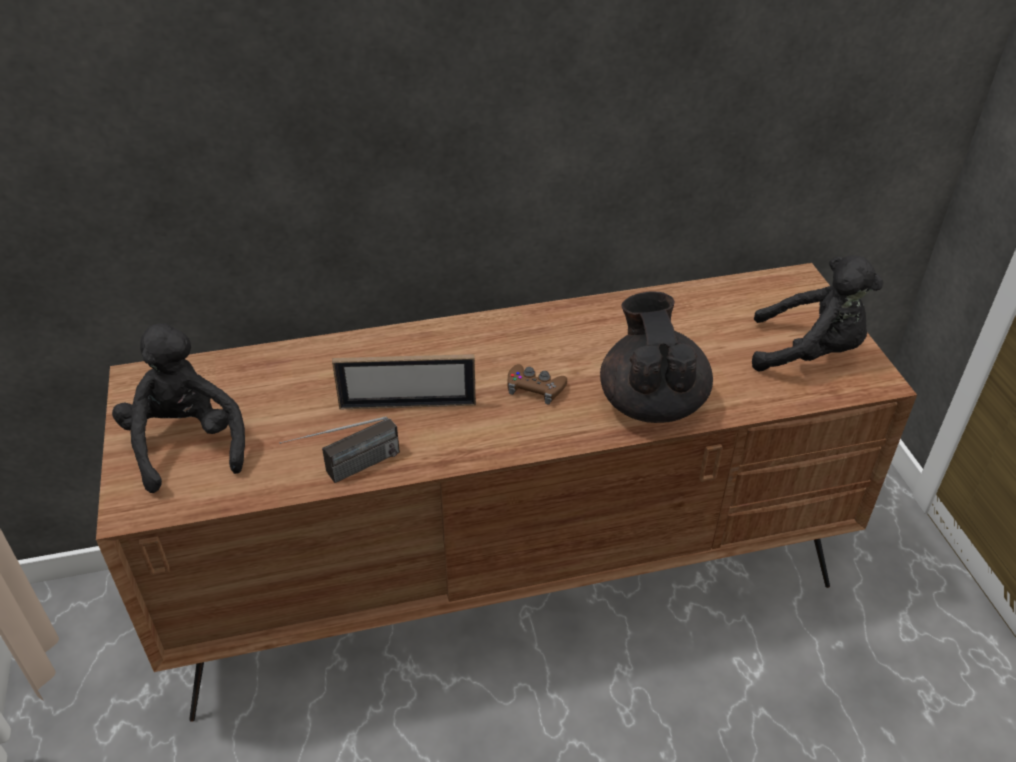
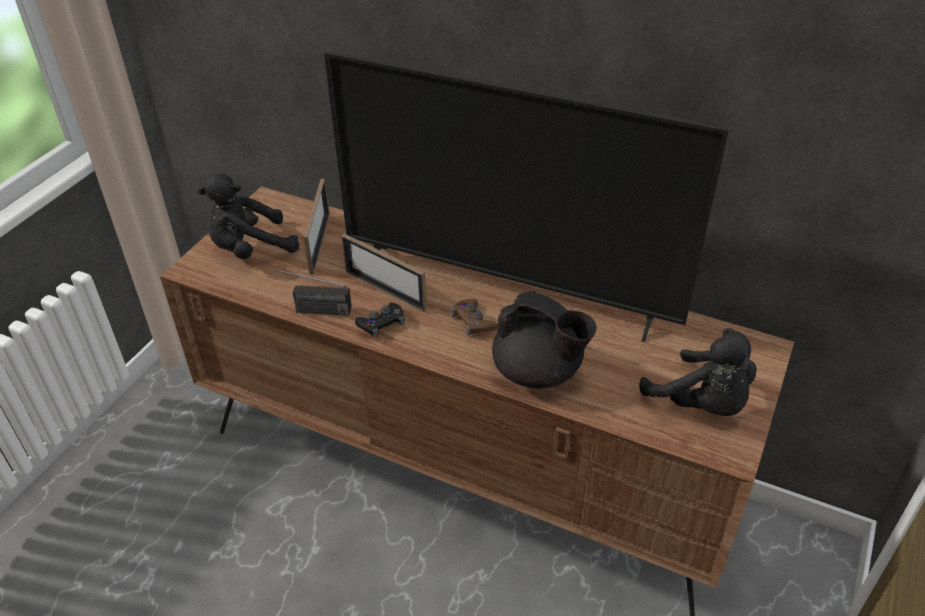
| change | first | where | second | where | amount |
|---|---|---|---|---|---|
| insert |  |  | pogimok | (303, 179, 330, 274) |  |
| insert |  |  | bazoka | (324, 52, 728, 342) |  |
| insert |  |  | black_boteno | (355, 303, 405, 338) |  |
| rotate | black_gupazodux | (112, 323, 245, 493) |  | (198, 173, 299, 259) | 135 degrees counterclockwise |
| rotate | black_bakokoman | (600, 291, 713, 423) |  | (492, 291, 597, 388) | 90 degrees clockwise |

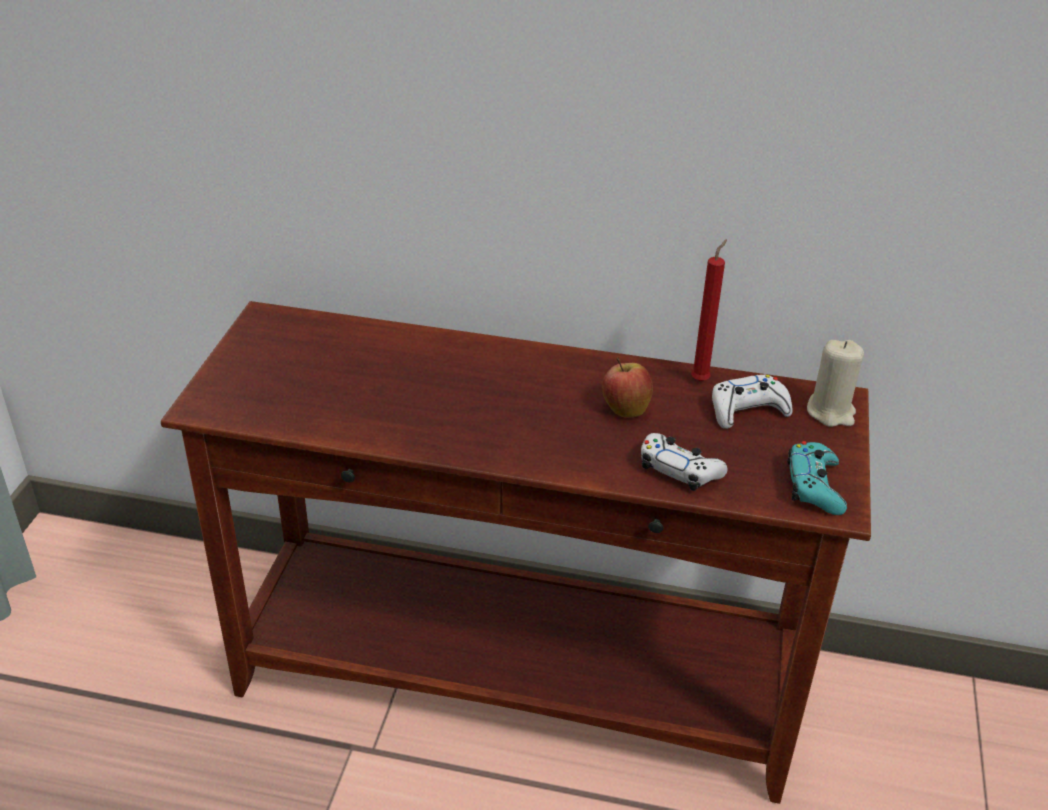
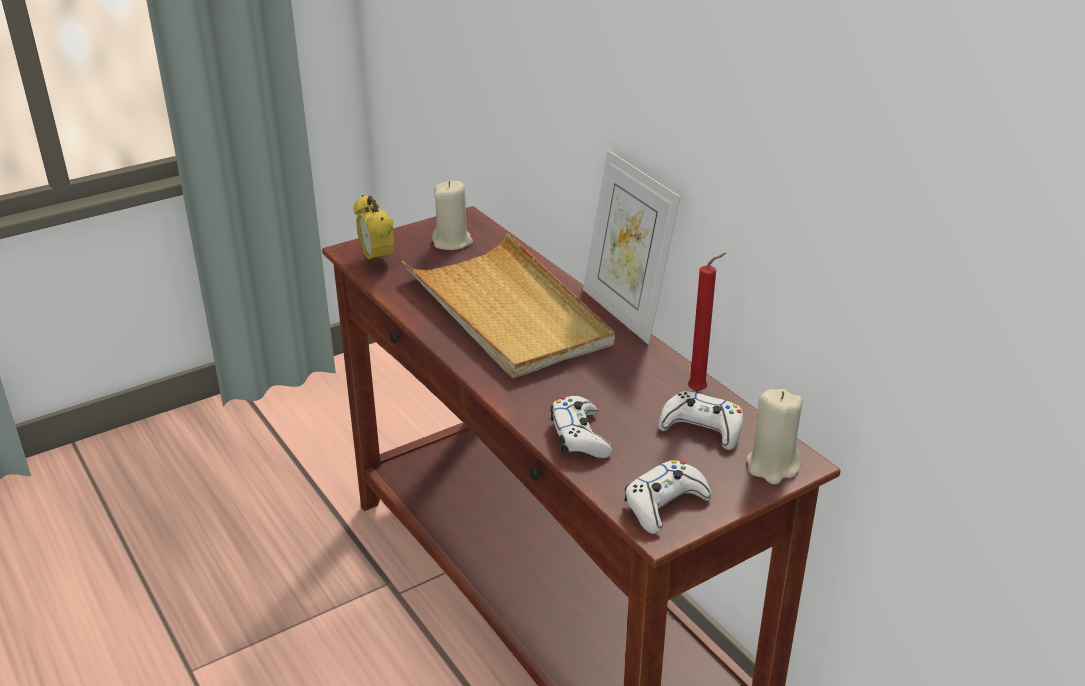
| change | first | where | second | where | amount |
|---|---|---|---|---|---|
| delete | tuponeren | (602, 358, 653, 417) |  |  |  |
| insert |  |  | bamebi | (353, 195, 395, 267) |  |
| insert |  |  | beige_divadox | (402, 233, 615, 378) |  |
| insert |  |  | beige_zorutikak | (432, 181, 473, 250) |  |
| insert |  |  | pogimok | (583, 150, 681, 344) |  |
| recolor | turquoise_boteno | (787, 441, 847, 515) | white_boteno | (624, 460, 712, 534) |  |

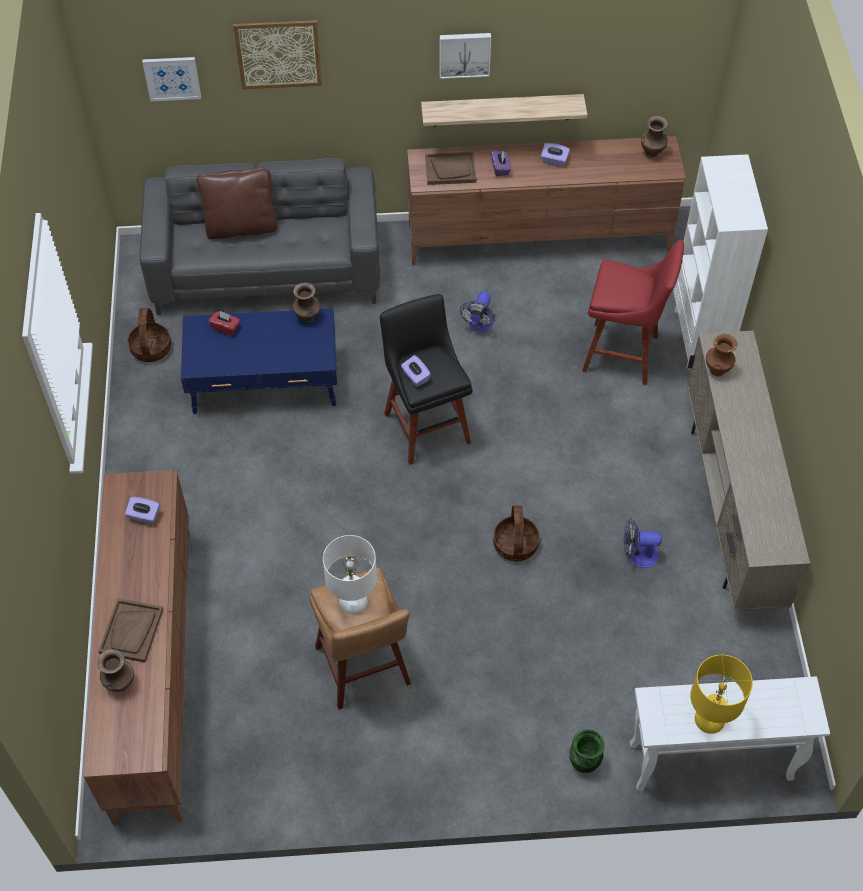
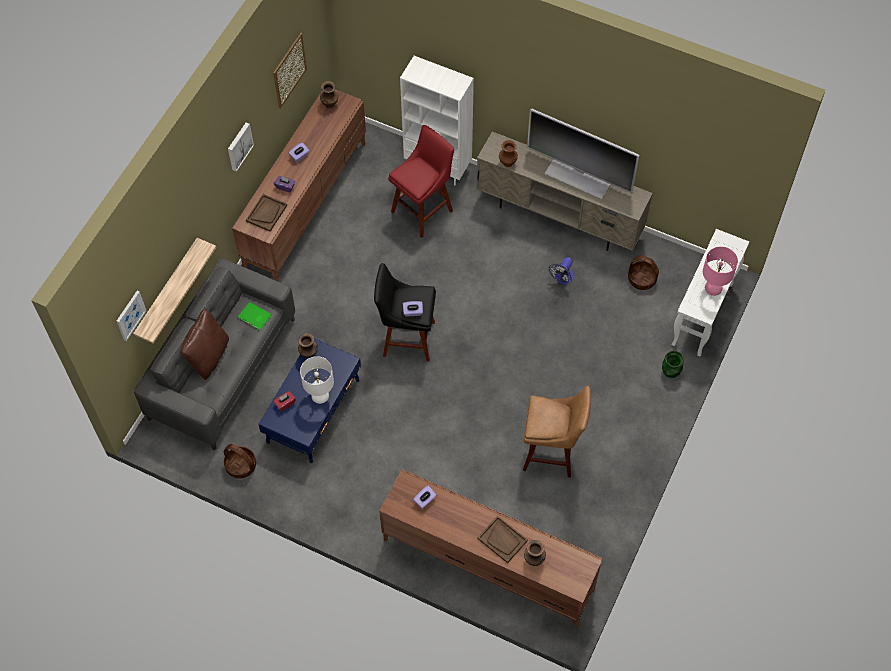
| change | first | where | second | where | amount |
|---|---|---|---|---|---|
| delete | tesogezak | (460, 291, 495, 332) |  |  |  |
| insert |  |  | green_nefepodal | (238, 302, 272, 330) |  |
| insert |  |  | bazoka | (527, 109, 639, 199) |  |
| move | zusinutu | (233, 20, 322, 90) |  | (273, 33, 307, 109) |  |
| move | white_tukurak | (323, 535, 377, 614) |  | (300, 356, 334, 404) |  |
| move | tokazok | (421, 94, 587, 127) |  | (133, 238, 217, 344) |  |
| move | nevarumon | (493, 505, 540, 562) |  | (628, 255, 659, 290) |  |
| recolor | yellow_tukurak | (690, 655, 753, 734) | pink_tukurak | (703, 247, 738, 296) |  |

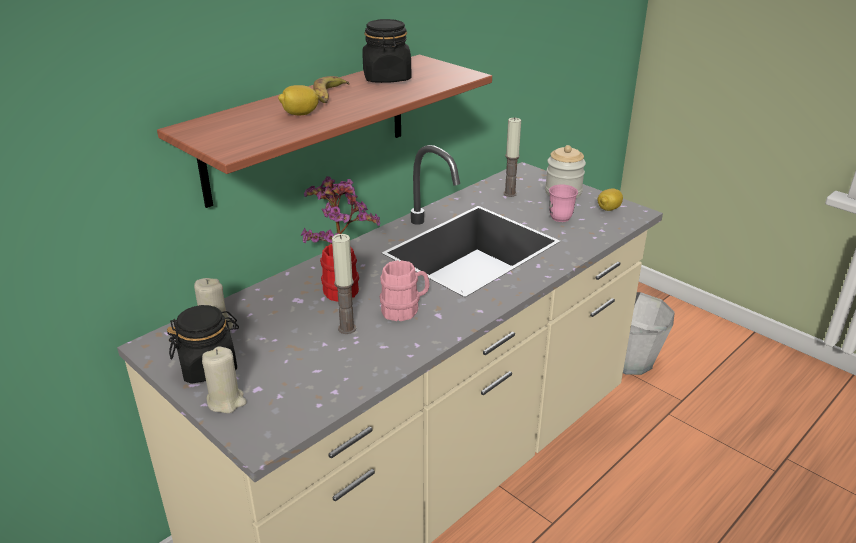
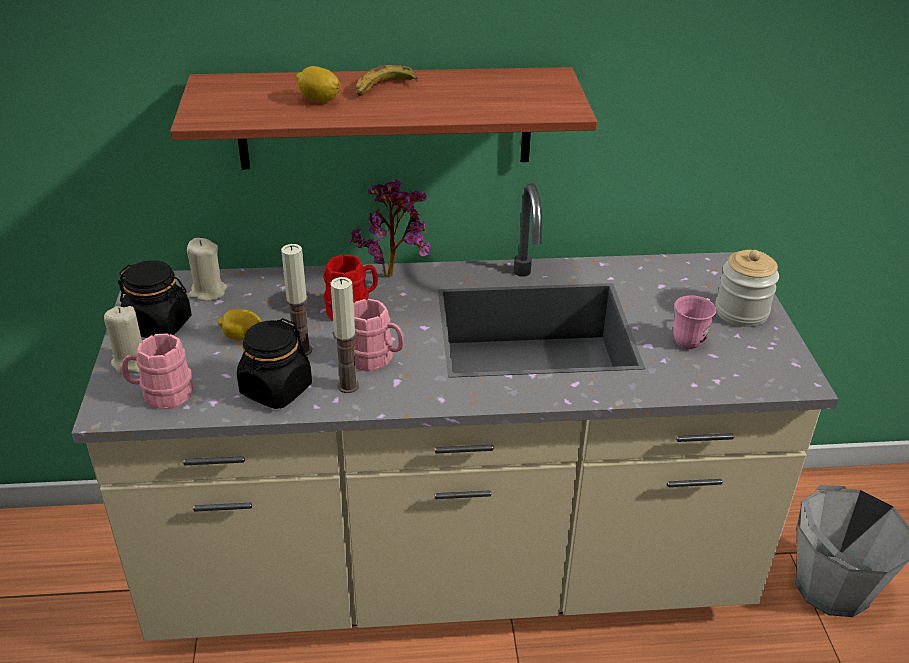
| change | first | where | second | where | amount |
|---|---|---|---|---|---|
| insert |  |  | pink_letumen | (122, 333, 193, 410) |  |
| move | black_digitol | (362, 19, 411, 83) |  | (237, 318, 312, 409) |  |
| move | zorutikak | (503, 117, 521, 197) |  | (330, 277, 359, 393) |  |
| move | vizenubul | (597, 188, 623, 211) |  | (218, 309, 262, 340) |  |

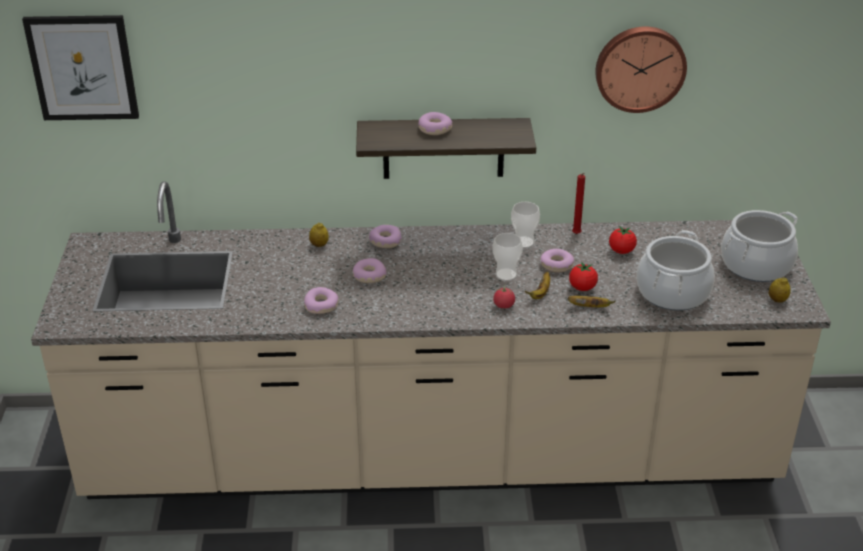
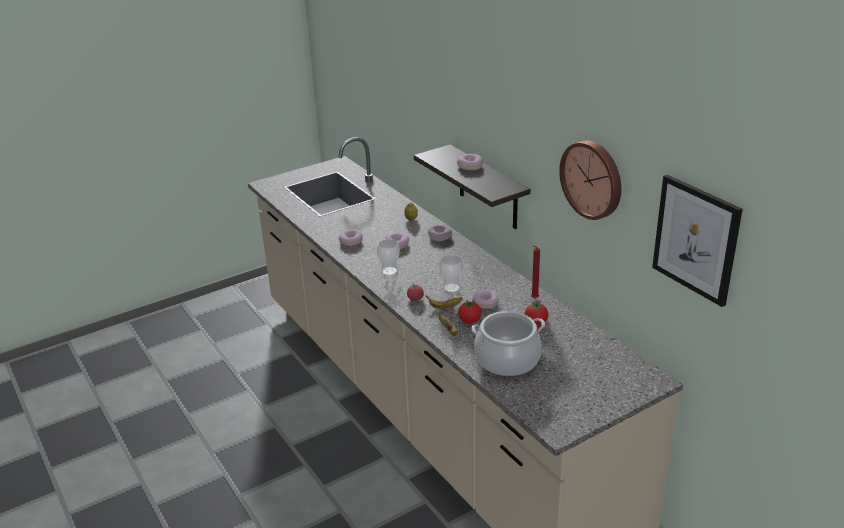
| change | first | where | second | where | amount |
|---|---|---|---|---|---|
| delete | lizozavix | (721, 210, 798, 282) |  |  |  |
| delete | vizenubul | (769, 277, 791, 302) |  |  |  |
| move | zusinutu | (22, 15, 139, 120) |  | (652, 175, 743, 307) |  |
| move | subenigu | (511, 202, 540, 248) |  | (377, 239, 400, 276) |  |

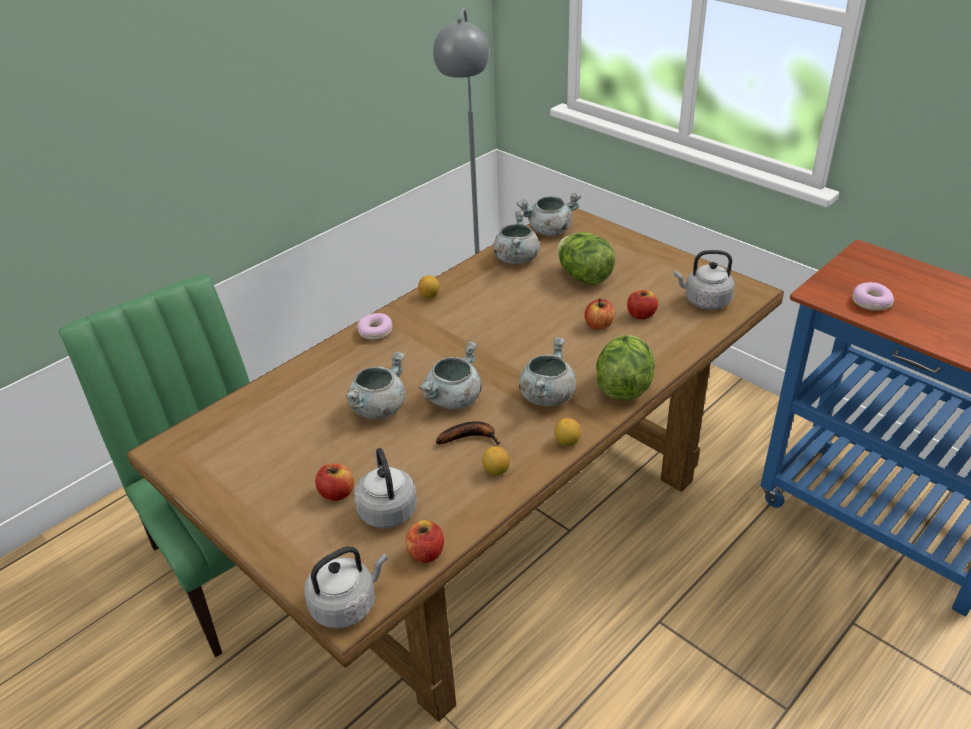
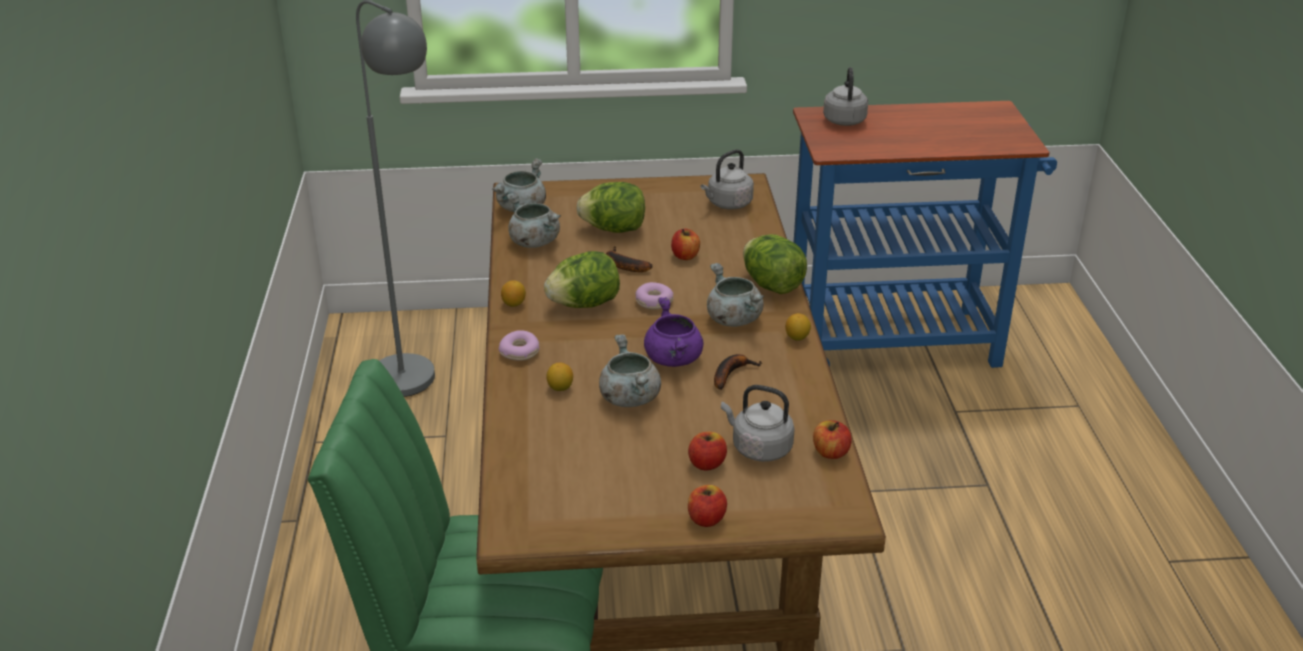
| change | first | where | second | where | amount |
|---|---|---|---|---|---|
| insert |  |  | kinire | (544, 251, 620, 308) |  |
| insert |  |  | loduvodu | (606, 246, 652, 272) |  |
| move | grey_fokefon | (304, 546, 388, 628) |  | (823, 67, 868, 126) |  |
| move | vizenubul | (482, 446, 510, 476) |  | (546, 363, 573, 391) |  |
| move | tuponeren | (627, 290, 658, 319) |  | (688, 485, 727, 527) |  |
| move | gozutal | (852, 282, 894, 311) |  | (635, 282, 674, 310) |  |
| recolor | grey_lizozavix | (418, 341, 482, 409) | purple_lizozavix | (644, 297, 703, 367) |  |

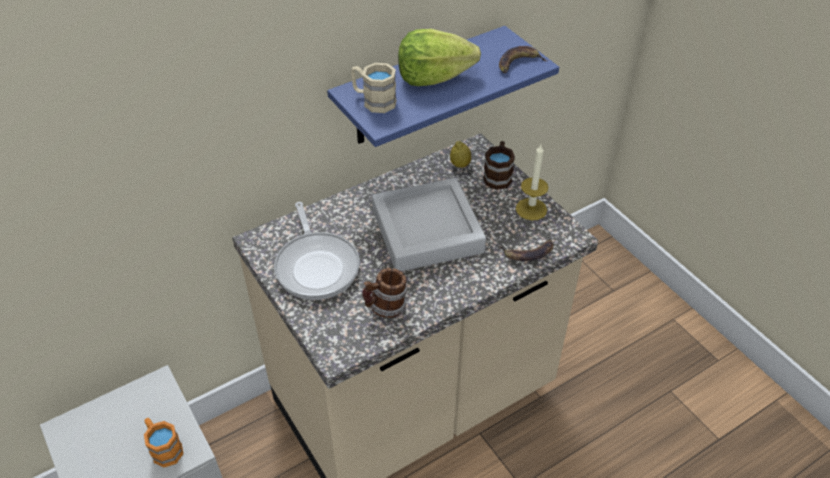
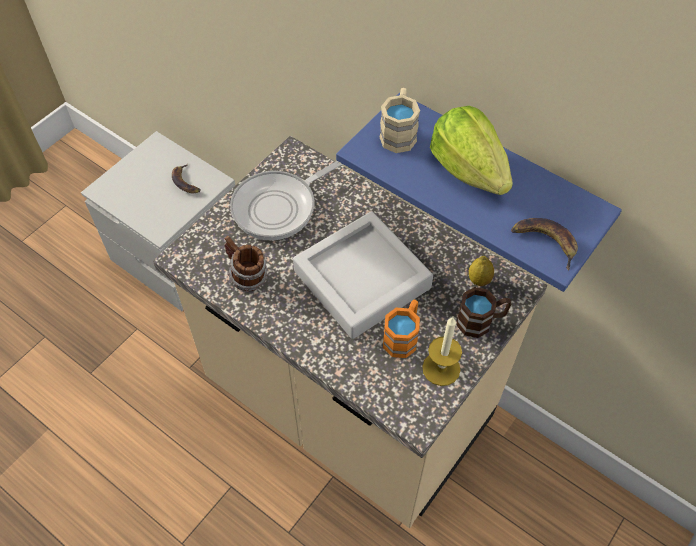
| change | first | where | second | where | amount |
|---|---|---|---|---|---|
| move | orange_letumen | (144, 418, 184, 467) |  | (383, 300, 420, 358) |  |
| move | loduvodu | (499, 239, 554, 261) |  | (172, 163, 201, 193) |  |

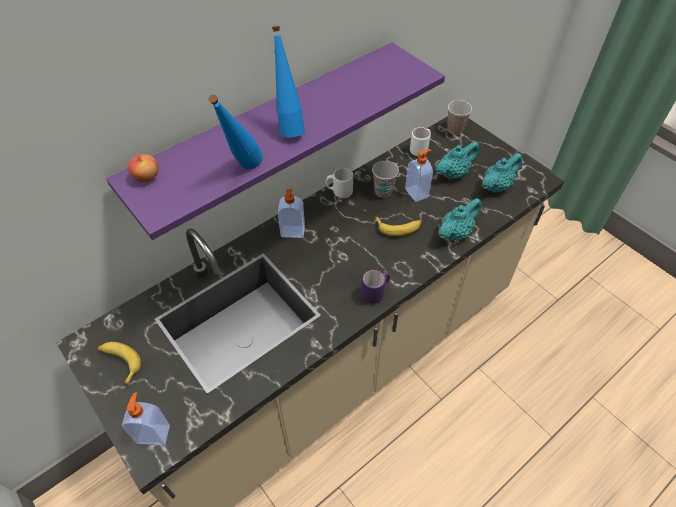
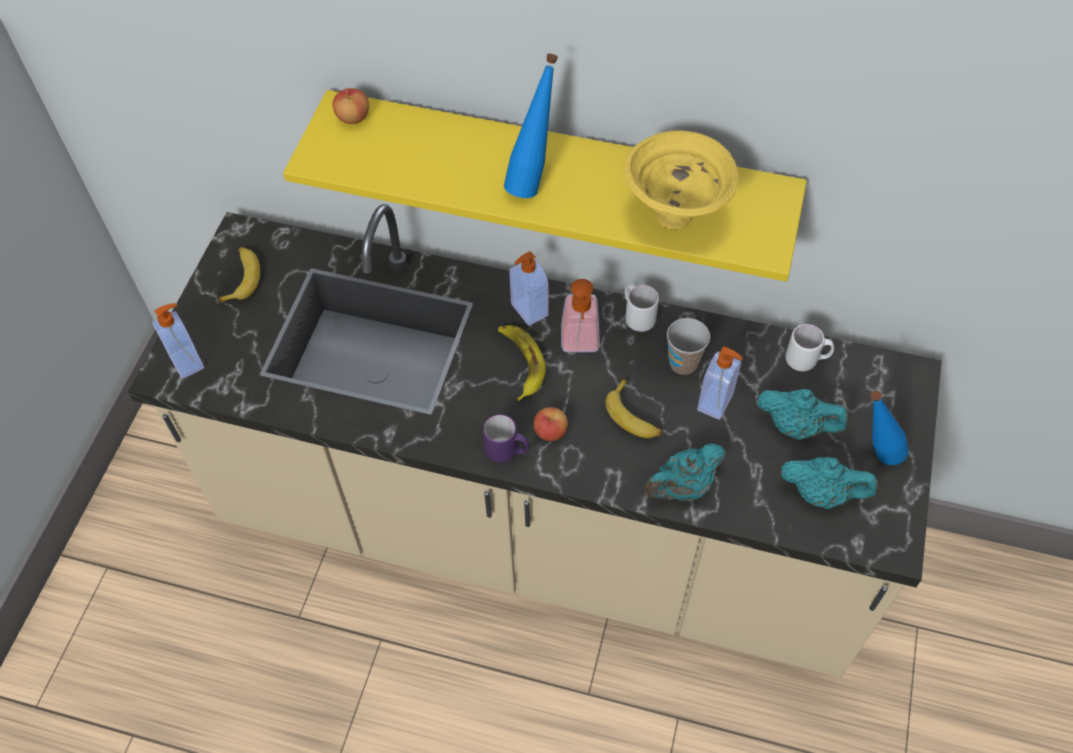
| change | first | where | second | where | amount |
|---|---|---|---|---|---|
| delete | subenigu | (447, 100, 472, 135) |  |  |  |
| insert |  |  | loduvodu | (498, 325, 546, 401) |  |
| insert |  |  | tuponeren | (533, 407, 568, 441) |  |
| insert |  |  | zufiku | (561, 279, 600, 352) |  |
| insert |  |  | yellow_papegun | (624, 130, 739, 229) |  |
| move | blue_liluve | (208, 95, 263, 169) |  | (871, 391, 909, 465) |  |
| recolor | purple_tokazok | (106, 42, 445, 240) | yellow_tokazok | (283, 90, 807, 282) |  |
| rotate | turquoise_bakokoman | (438, 198, 482, 241) |  | (645, 443, 726, 501) | 135 degrees clockwise |

